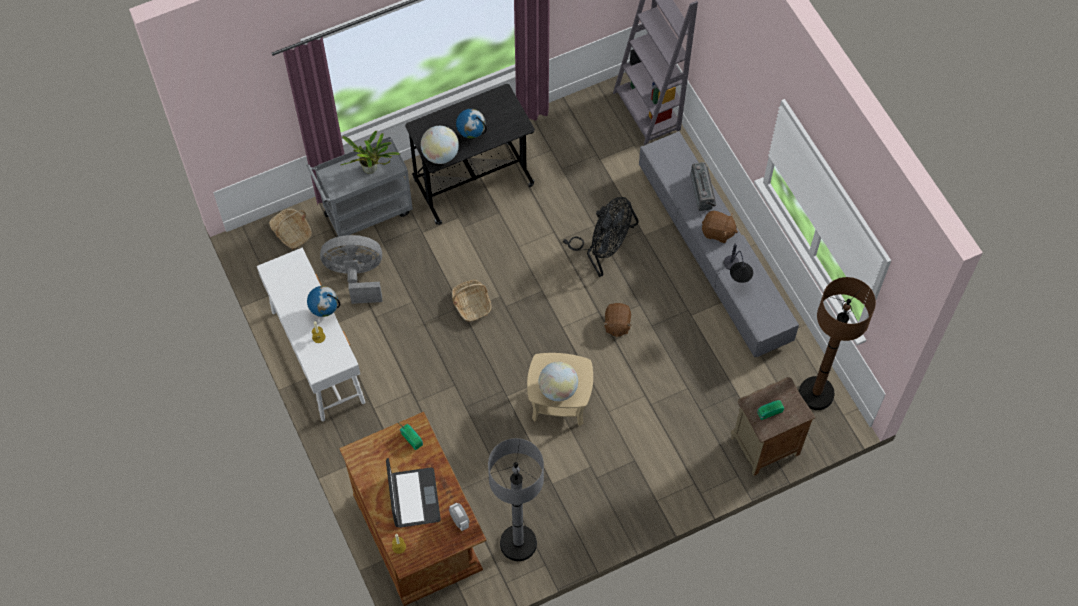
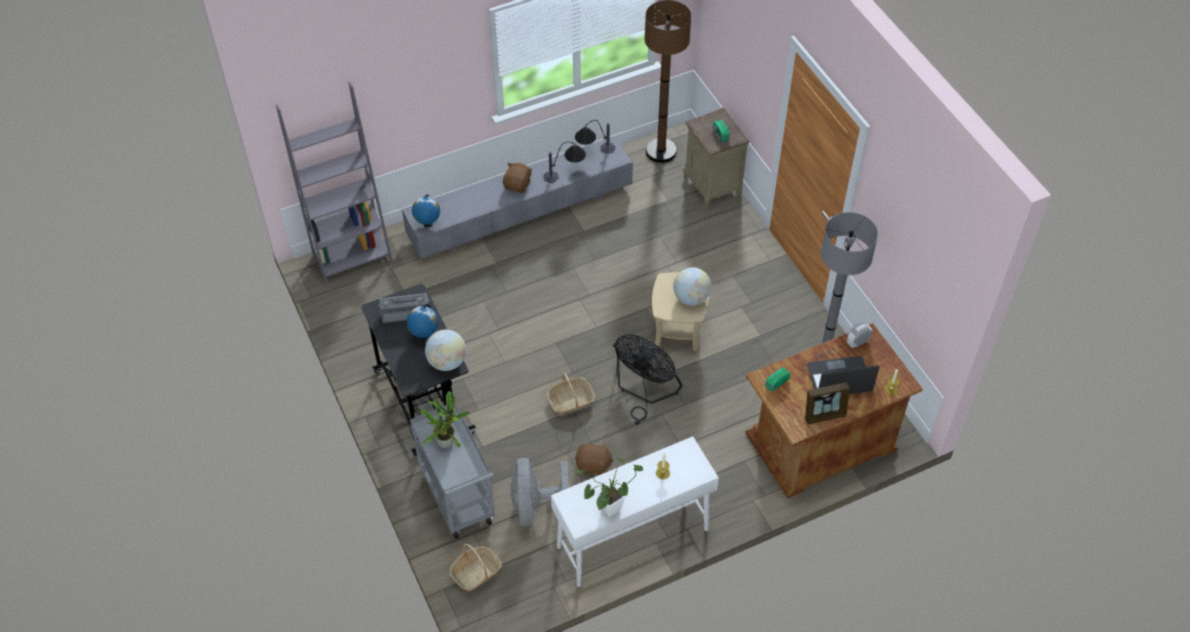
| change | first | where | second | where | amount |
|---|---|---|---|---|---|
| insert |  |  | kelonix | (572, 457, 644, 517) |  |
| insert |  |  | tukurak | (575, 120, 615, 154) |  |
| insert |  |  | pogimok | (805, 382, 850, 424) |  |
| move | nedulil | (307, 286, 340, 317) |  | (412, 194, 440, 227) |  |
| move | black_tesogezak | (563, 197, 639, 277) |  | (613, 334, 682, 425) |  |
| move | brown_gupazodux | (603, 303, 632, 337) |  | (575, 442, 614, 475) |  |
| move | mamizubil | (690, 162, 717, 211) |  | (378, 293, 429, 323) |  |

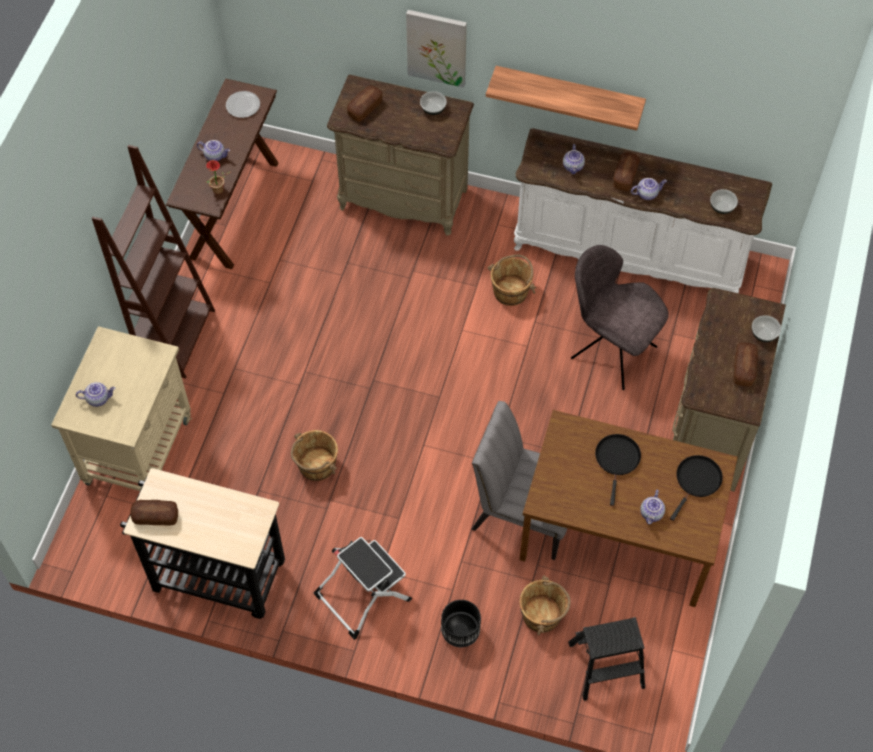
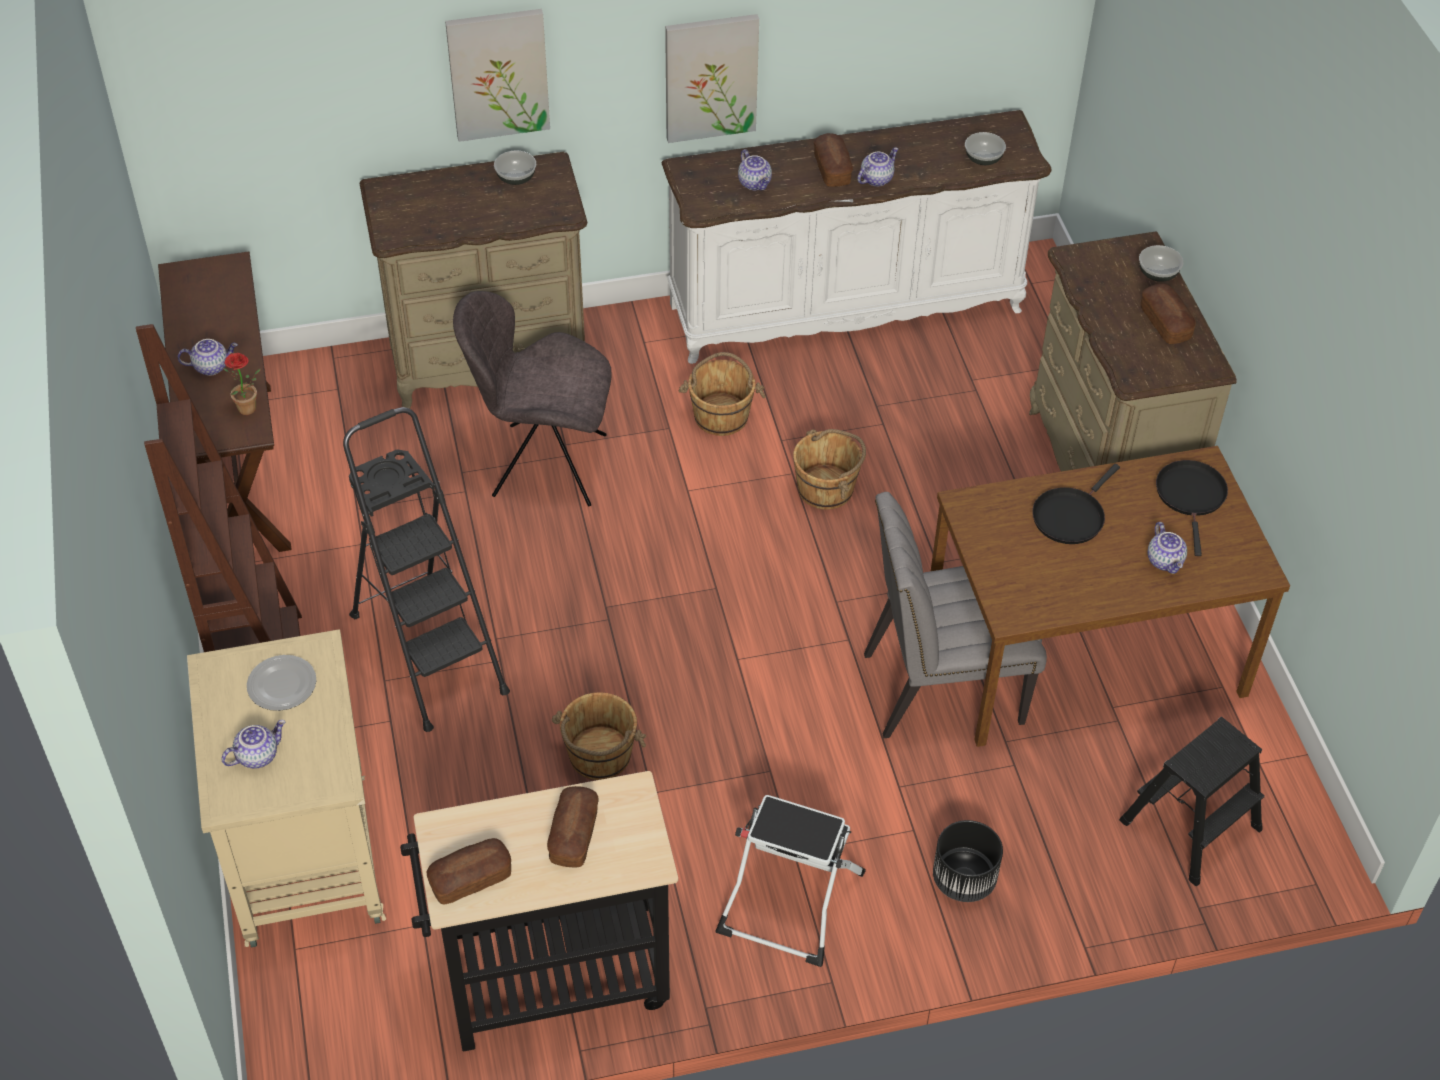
| change | first | where | second | where | amount |
|---|---|---|---|---|---|
| insert |  |  | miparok | (343, 407, 510, 732) |  |
| move | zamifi | (226, 91, 260, 118) |  | (247, 655, 316, 711) |  |
| move | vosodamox | (347, 86, 382, 122) |  | (547, 786, 599, 868) |  |
| move | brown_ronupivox | (519, 575, 571, 635) |  | (793, 429, 866, 510) |  |
| move | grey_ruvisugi | (571, 245, 669, 390) |  | (453, 291, 611, 506) |  |
| replace | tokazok | (486, 66, 646, 131) | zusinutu | (665, 14, 759, 143) |  |
| rotate | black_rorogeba | (595, 434, 641, 506) |  | (1032, 464, 1120, 544) | 120 degrees counterclockwise |

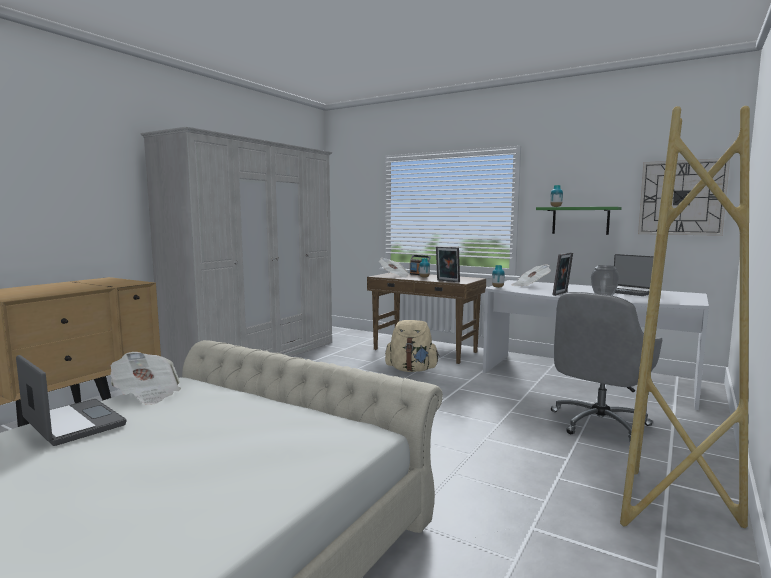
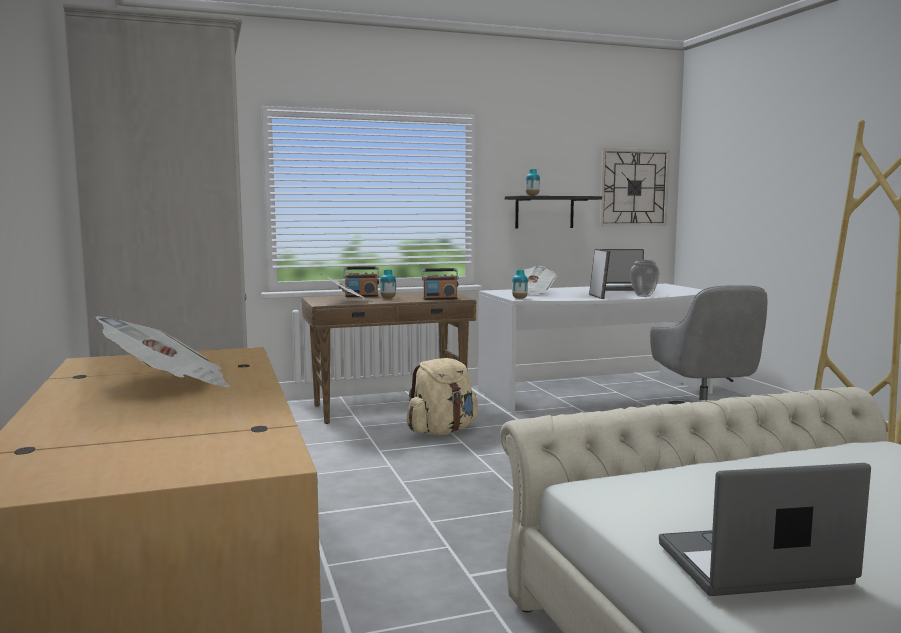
| change | first | where | second | where | amount |
|---|---|---|---|---|---|
| move | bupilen | (111, 352, 181, 405) |  | (95, 316, 229, 387) |  |
| replace | pogimok | (436, 246, 460, 282) | mamizubil | (422, 268, 458, 300) |  |
| recolor | green_tokazok | (536, 207, 622, 235) | black_tokazok | (505, 196, 602, 228) |  |

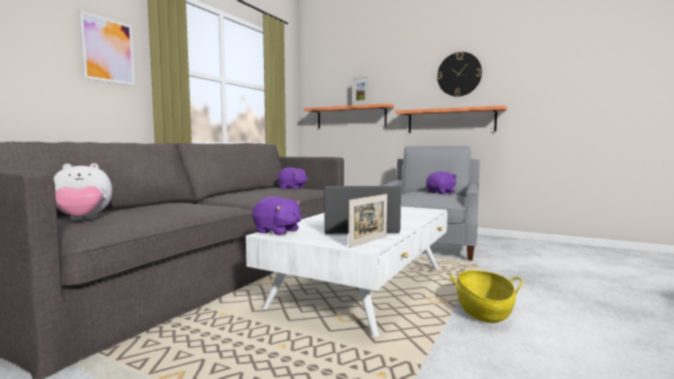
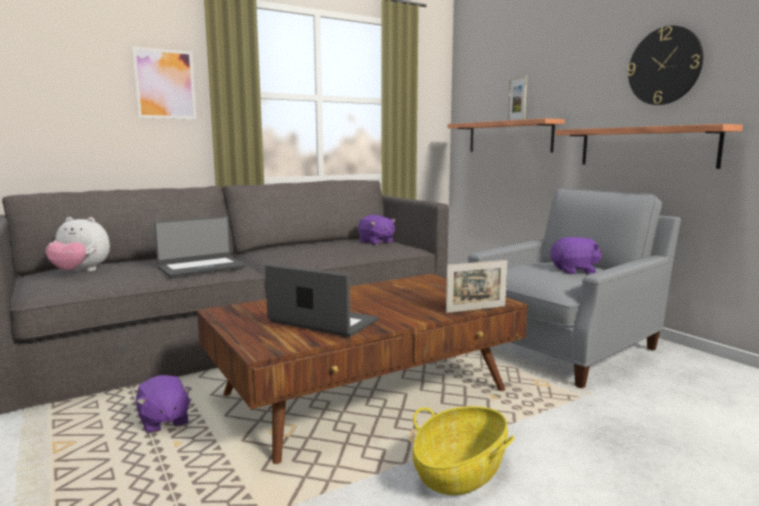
| change | first | where | second | where | amount |
|---|---|---|---|---|---|
| insert |  |  | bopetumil | (154, 216, 246, 277) |  |
| move | purple_gupazodux | (252, 197, 301, 236) |  | (136, 375, 192, 433) |  |
| move | pogimok | (349, 194, 387, 248) |  | (446, 260, 507, 313) |  |
| recolor | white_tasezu | (246, 206, 448, 337) | brown_tasezu | (197, 274, 528, 464) |  |

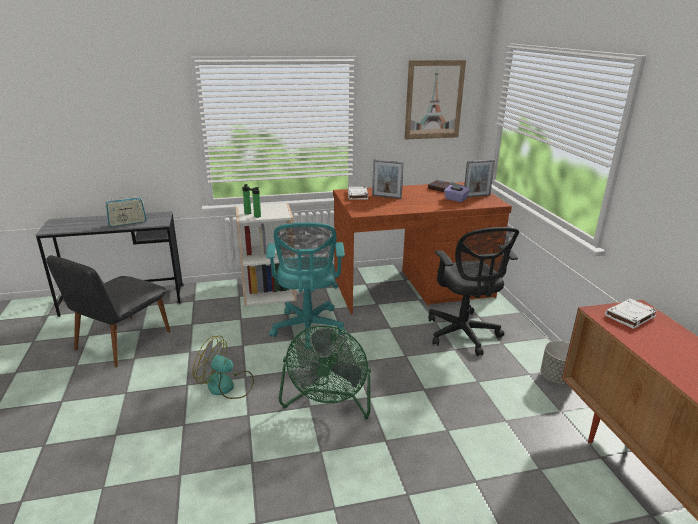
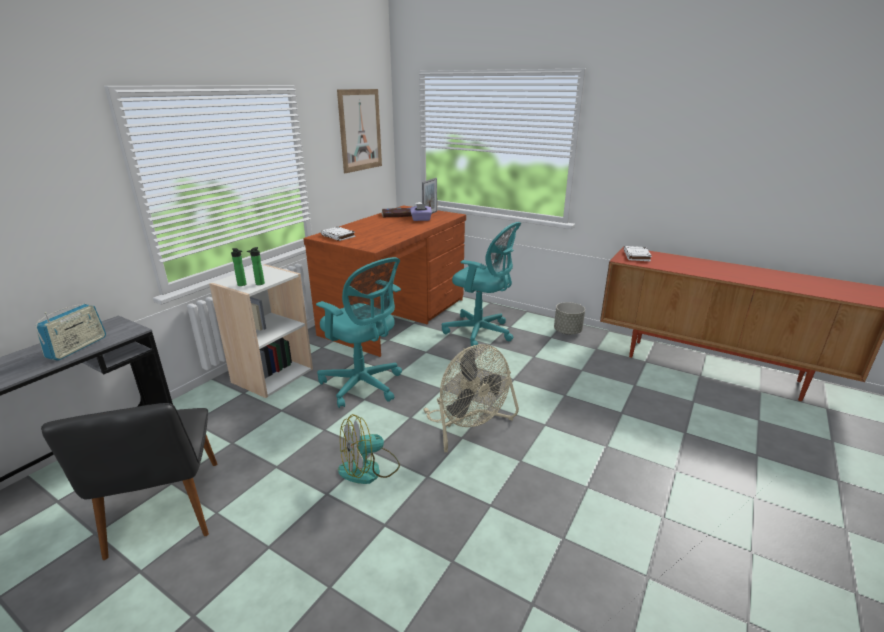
| change | first | where | second | where | amount |
|---|---|---|---|---|---|
| delete | pogimok | (372, 160, 404, 199) |  |  |  |
| recolor | green_tesogezak | (279, 325, 371, 419) | beige_tesogezak | (424, 344, 519, 452) |  |
| recolor | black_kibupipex | (428, 227, 519, 356) | turquoise_kibupipex | (442, 222, 521, 346) |  |

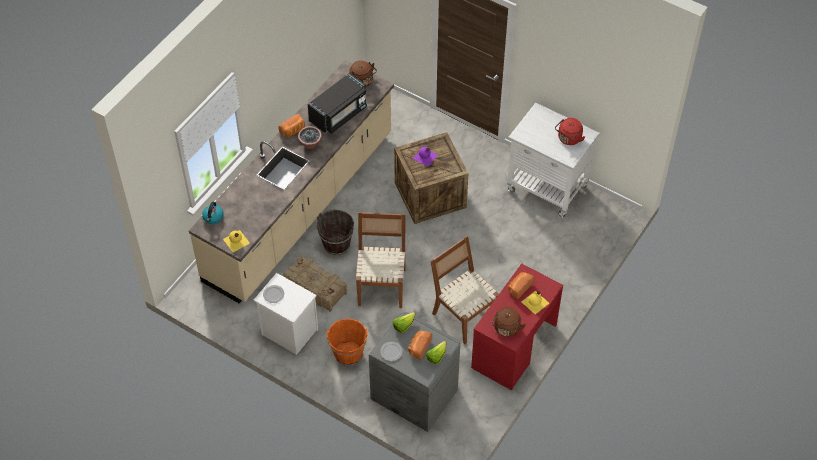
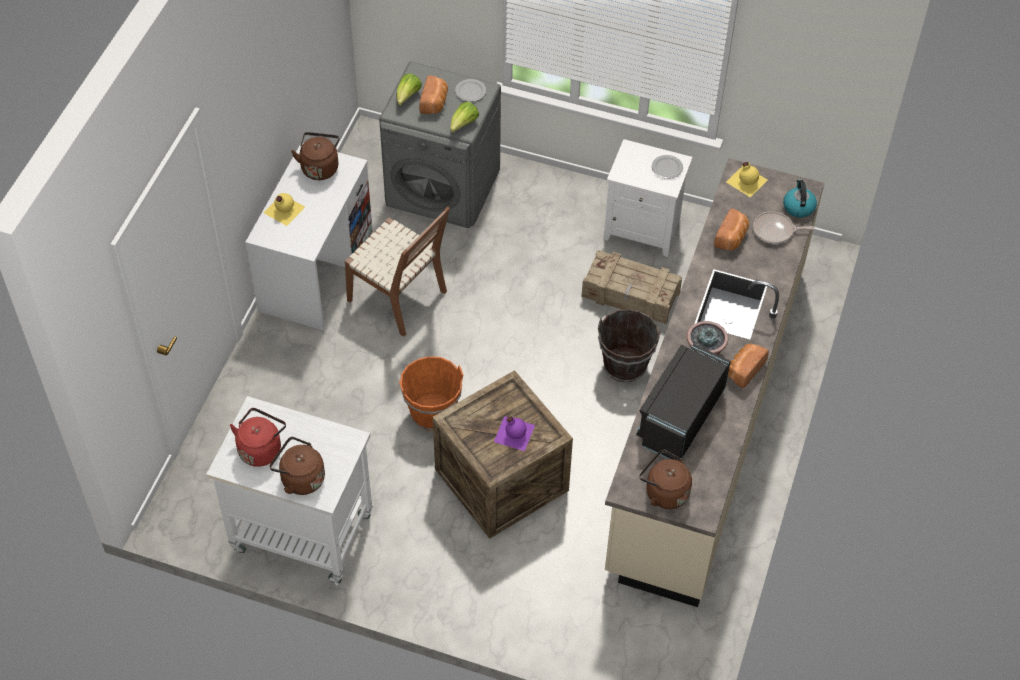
| change | first | where | second | where | amount |
|---|---|---|---|---|---|
| delete | ruvisugi | (356, 212, 406, 308) |  |  |  |
| insert |  |  | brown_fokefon | (270, 437, 325, 495) |  |
| insert |  |  | rorogeba | (753, 211, 815, 244) |  |
| move | orange_ronupivox | (327, 319, 368, 366) |  | (399, 356, 463, 431) |  |
| move | vosodamox | (508, 272, 534, 299) |  | (714, 208, 749, 251) |  |
| recolor | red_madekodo | (471, 263, 563, 390) | white_madekodo | (245, 142, 373, 330) |  |

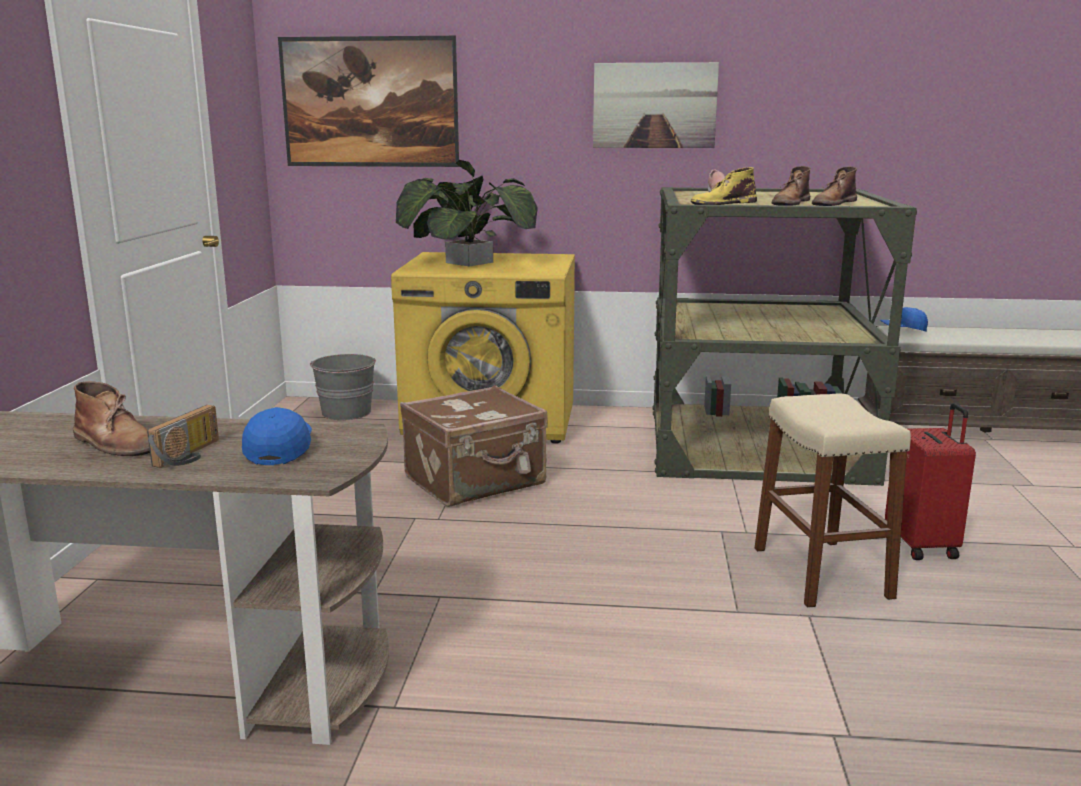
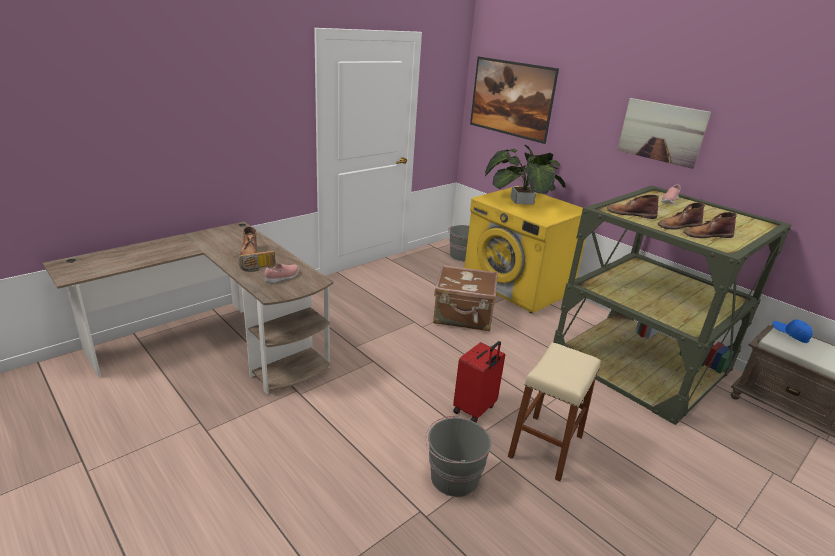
| change | first | where | second | where | amount |
|---|---|---|---|---|---|
| insert |  |  | grey_ronupivox | (425, 416, 491, 497) |  |
| move | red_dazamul | (885, 403, 976, 560) |  | (453, 341, 505, 423) |  |
| replace | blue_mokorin | (242, 407, 312, 465) | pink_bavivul | (264, 264, 299, 284) |  |
| recolor | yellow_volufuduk | (691, 167, 757, 205) | brown_volufuduk | (607, 195, 659, 219) |  |

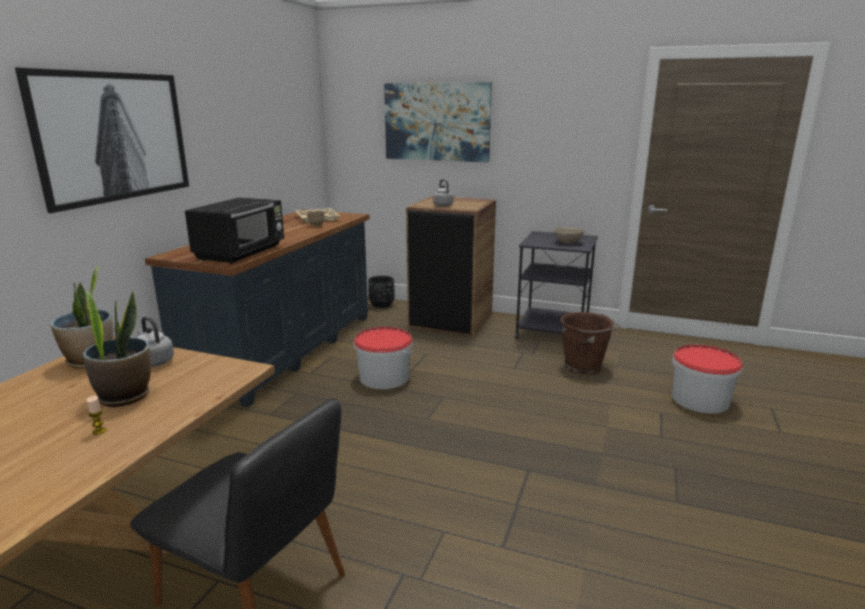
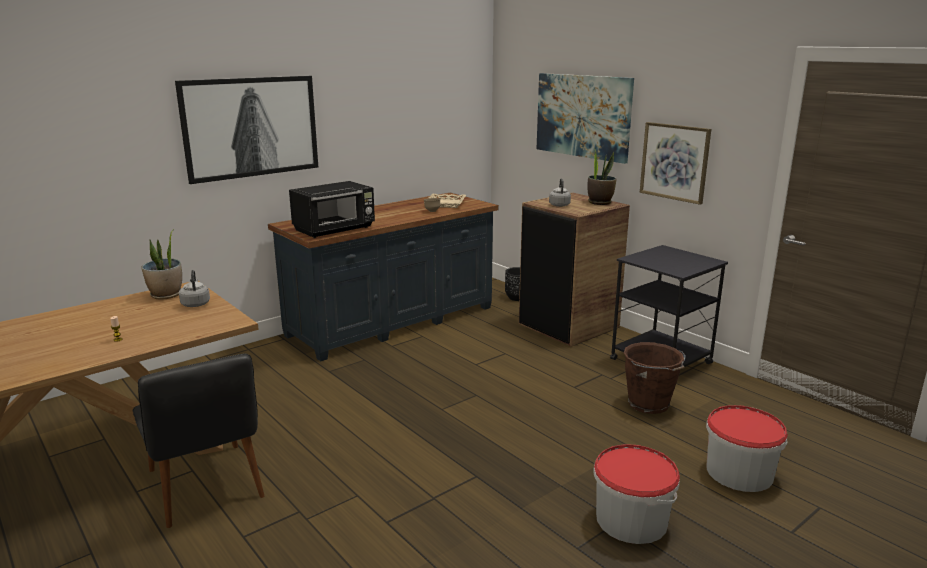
| change | first | where | second | where | amount |
|---|---|---|---|---|---|
| delete | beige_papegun | (554, 227, 584, 243) |  |  |  |
| insert |  |  | zusinutu | (640, 122, 711, 205) |  |
| move | kelonix | (83, 290, 151, 407) |  | (587, 148, 617, 205) |  |
| move | ronupivox | (354, 327, 413, 389) |  | (593, 444, 680, 544) |  |

